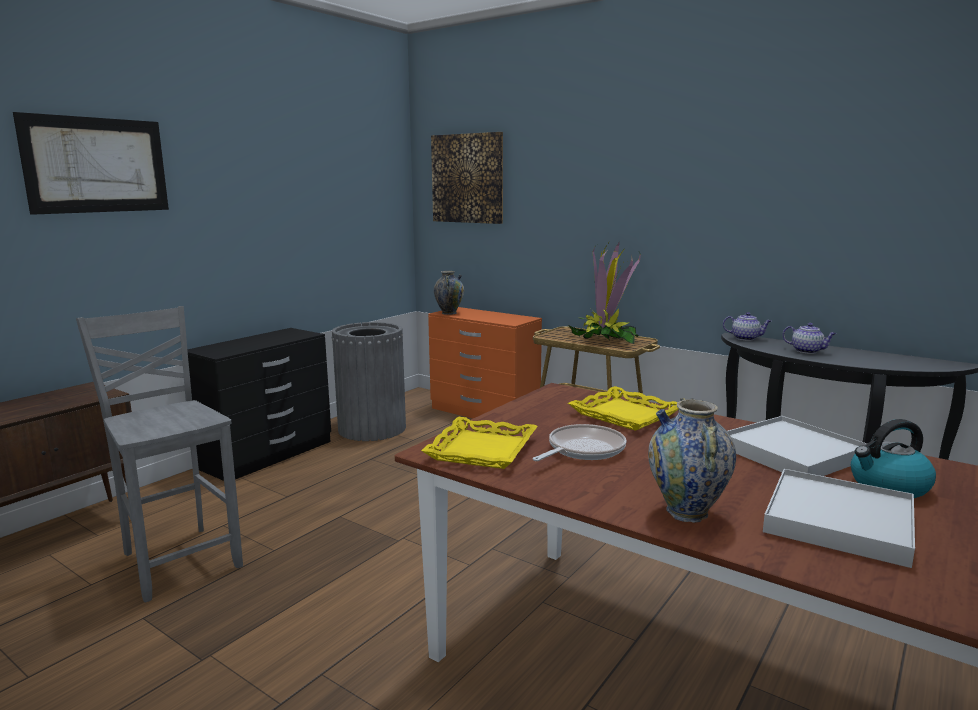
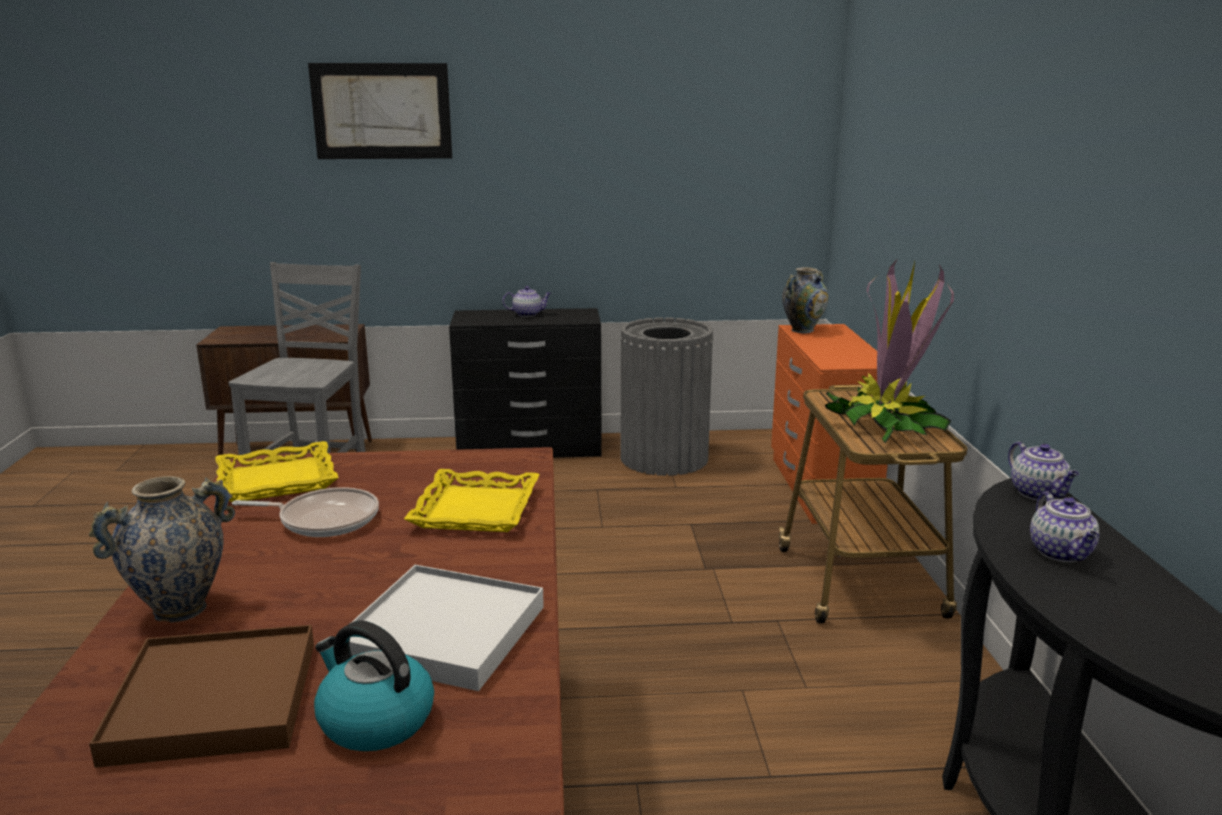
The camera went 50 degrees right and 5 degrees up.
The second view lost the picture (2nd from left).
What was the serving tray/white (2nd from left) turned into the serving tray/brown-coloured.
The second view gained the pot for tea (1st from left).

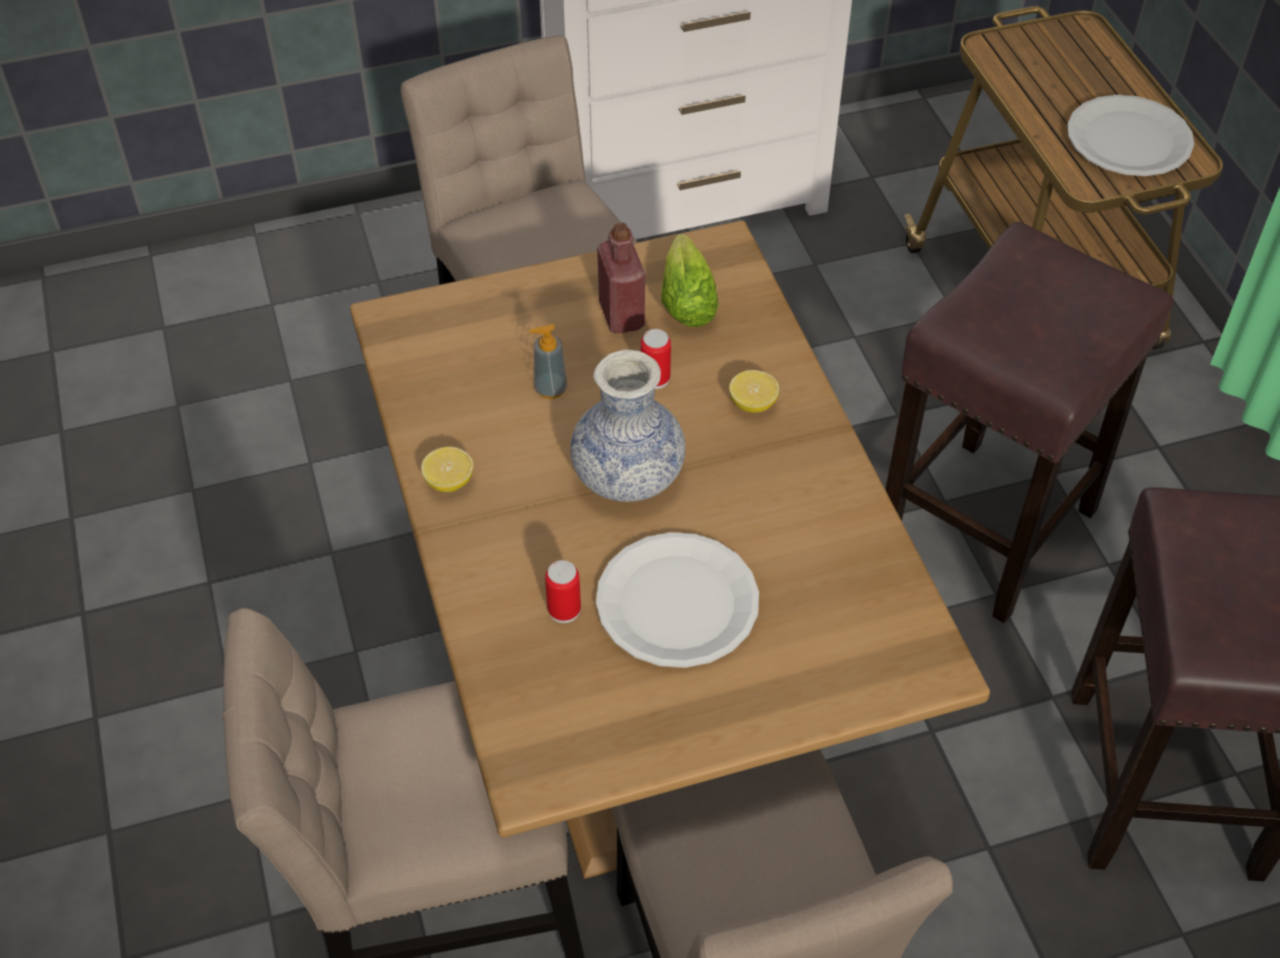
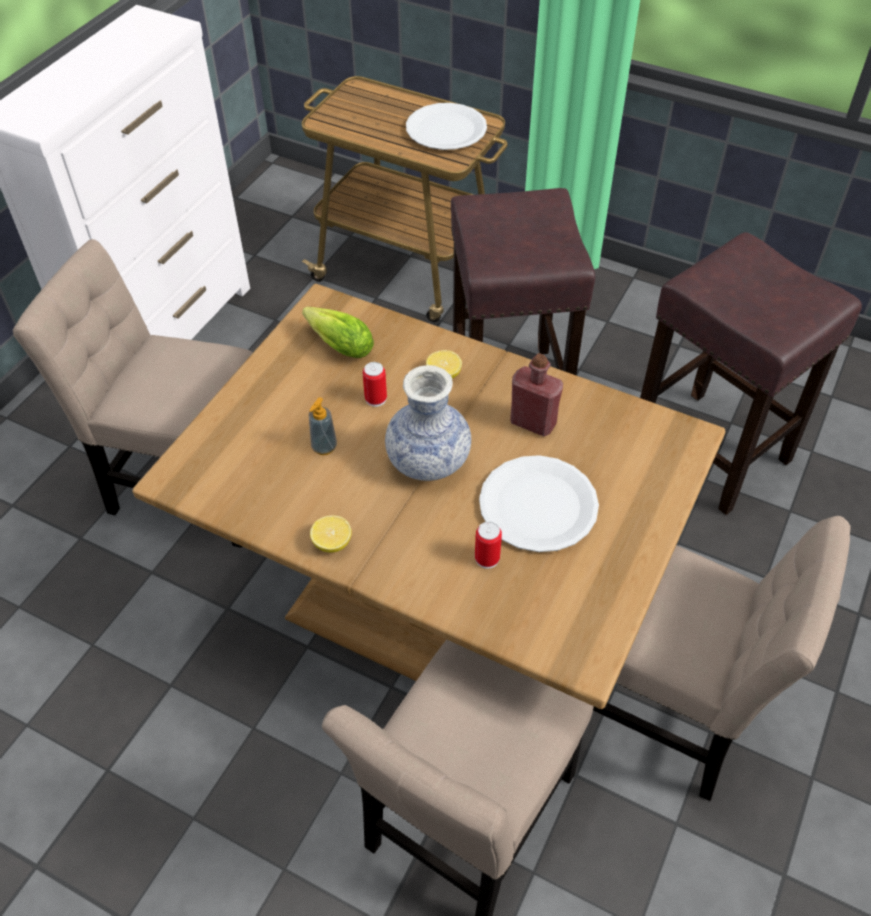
The camera went 45 degrees left and 0 degrees up.
The beverage bottle/reddish ended up elsewhere.

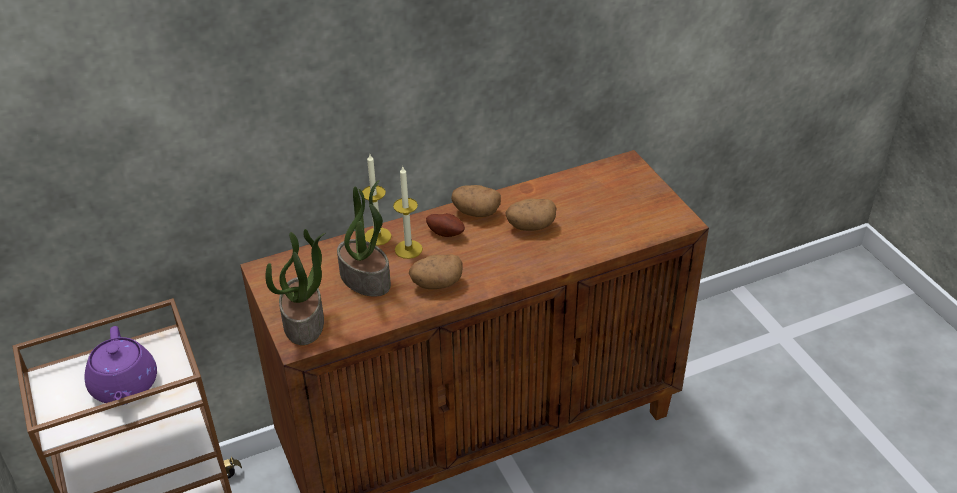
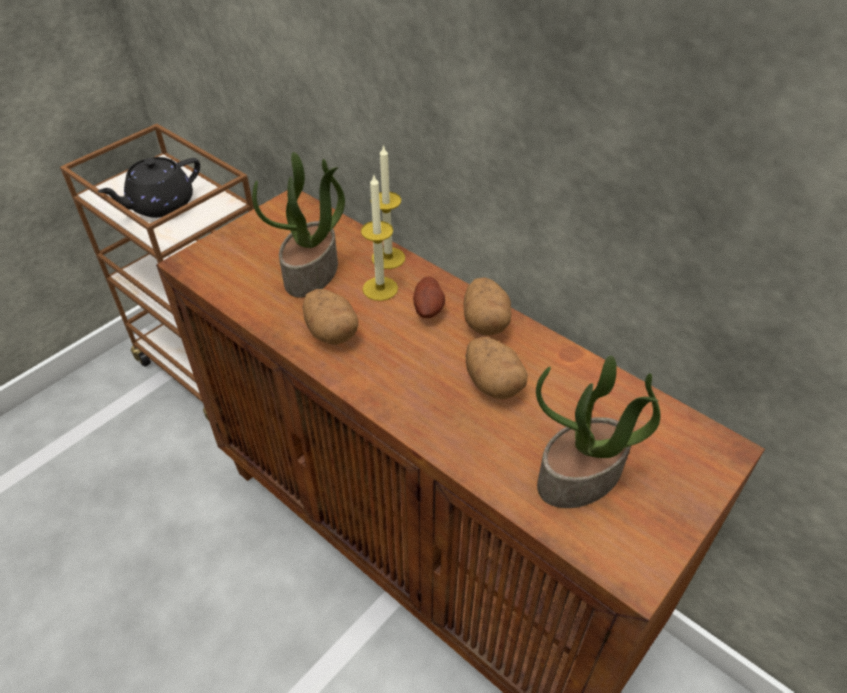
The camera went 65 degrees right and 5 degrees up.
The plant in a pot (1st from left in the first image) ended up elsewhere.
What was the pot for tea/purplish turned into the pot for tea/black-coloured.

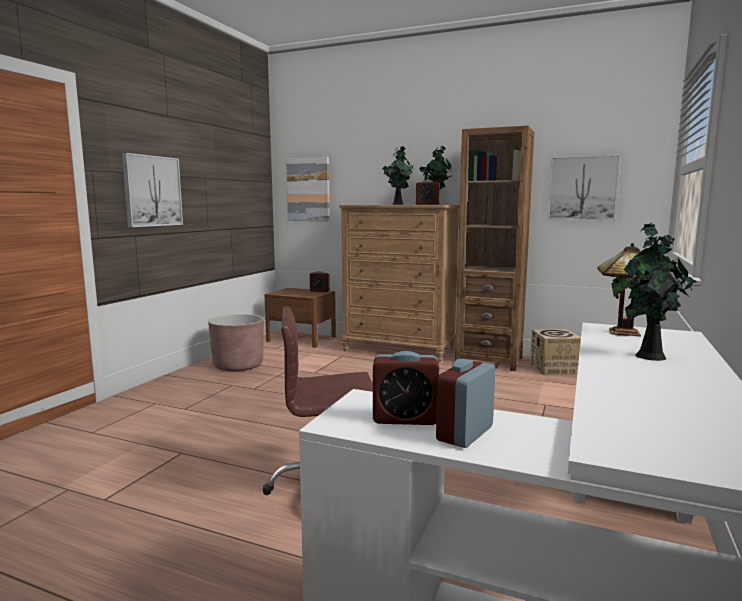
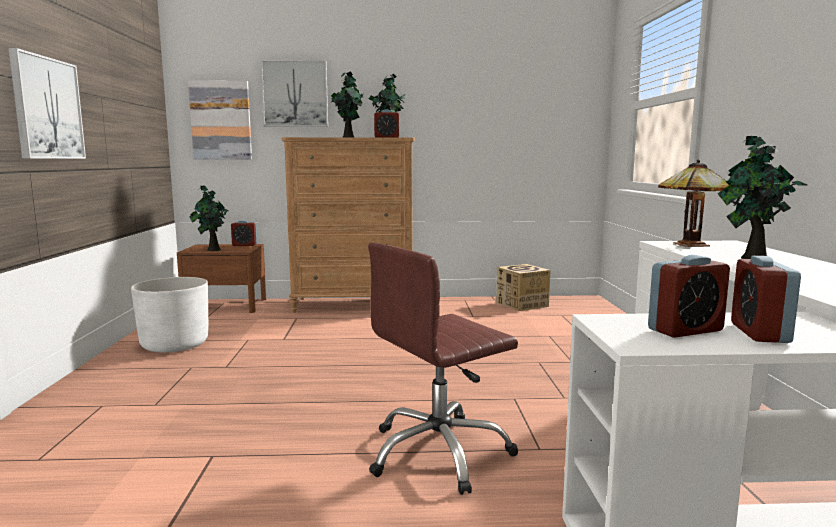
The camera went 25 degrees left and 0 degrees up.
The second view lost the bookshelf/brown-coloured.
The picture (3rd from left) ended up elsewhere.
What was the planter/brown-coloured turned into the planter/white.
The second view gained the plant in a pot (1st from left).

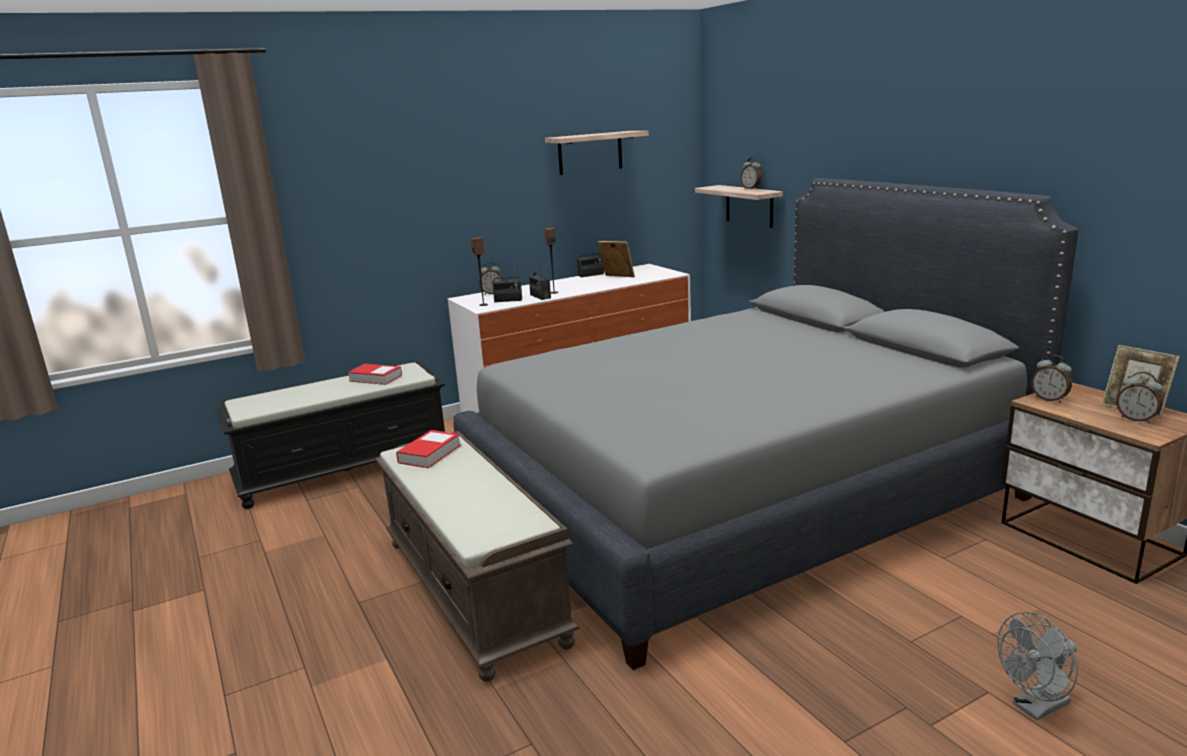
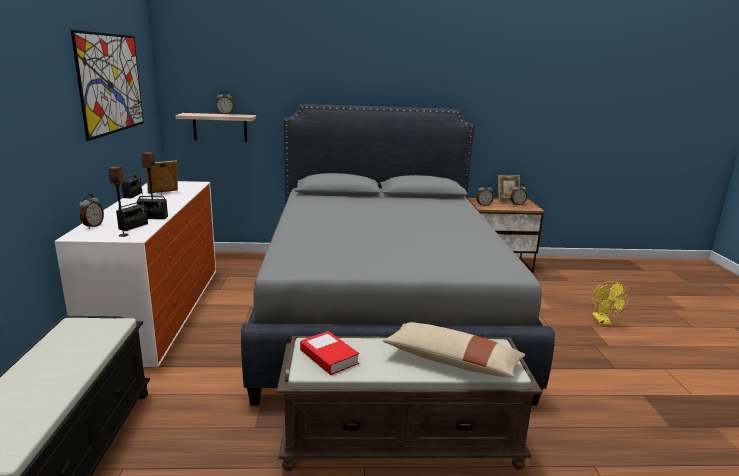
The camera went 65 degrees left and 0 degrees up.
Where the shelf (1st from left) hung, the picture came to hang.
The second view lost the volume (1st from left).
What was the electric fan/greyish turned into the electric fan/yellow-coloured.
The second view gained the pillow/beige.

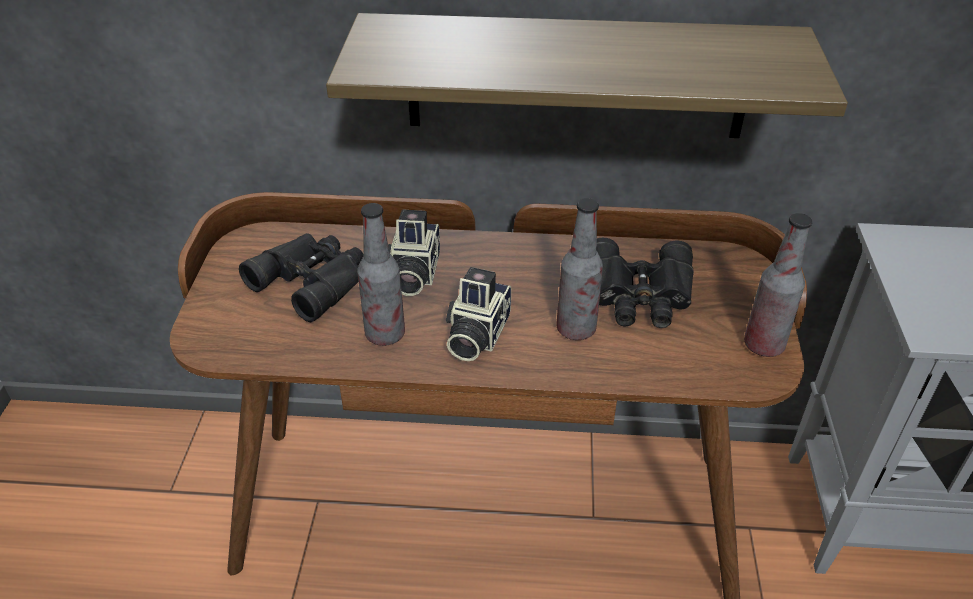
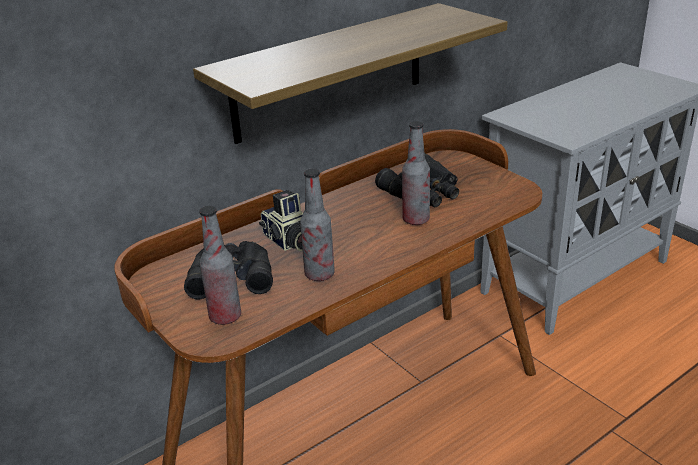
The camera went 40 degrees left and 10 degrees down.
The beverage bottle (3rd from left in the first image) ended up elsewhere.
The second view lost the photo camera (2nd from left).

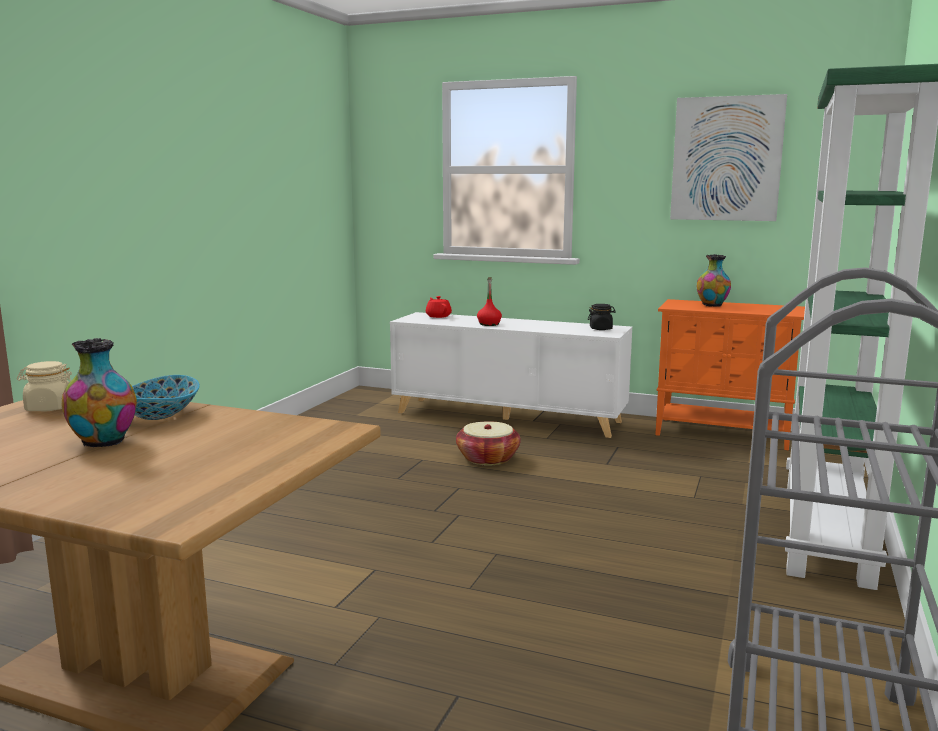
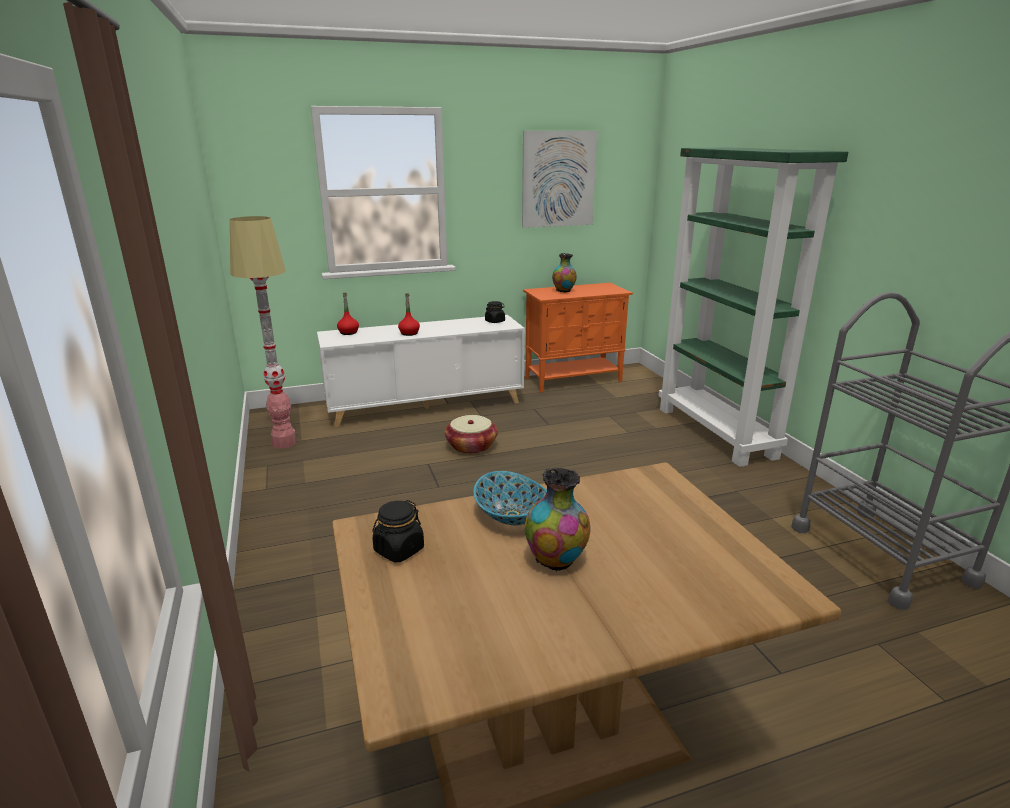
The camera went 40 degrees left and 10 degrees up.
Where the pot for tea/reddish stood, the beverage bottle/reddish (1st from left) came to stand.
What was the jar/beige turned into the jar/black-coloured (1st from left).
The second view gained the floor lamp.

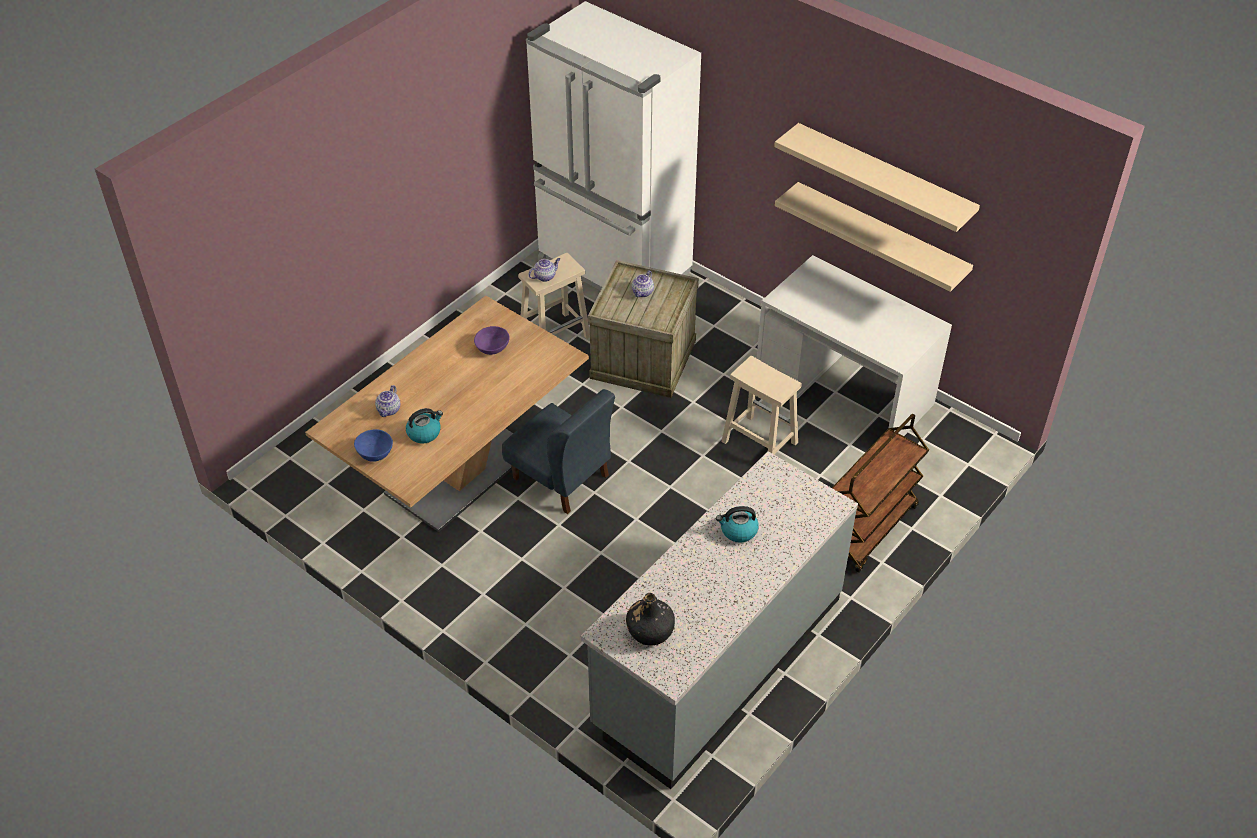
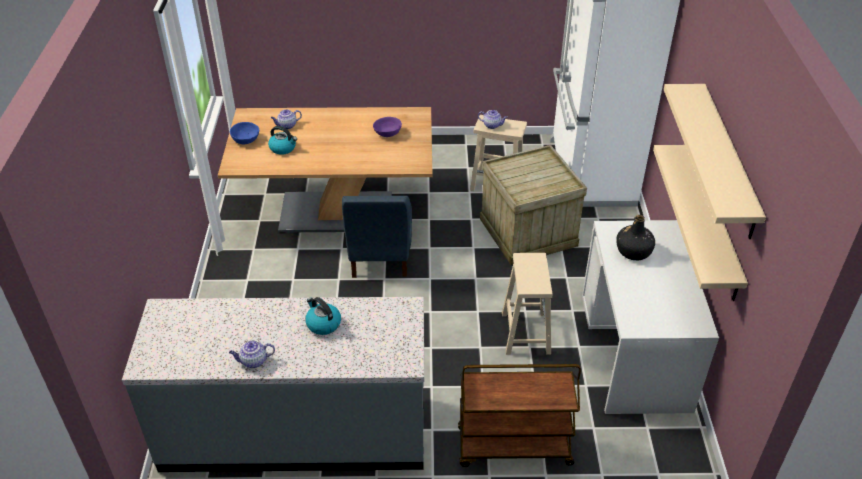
The camera went 50 degrees right and 5 degrees down.
The pot for tea (3rd from left in the first image) ended up elsewhere.
The beverage bottle/black-coloured ended up elsewhere.

